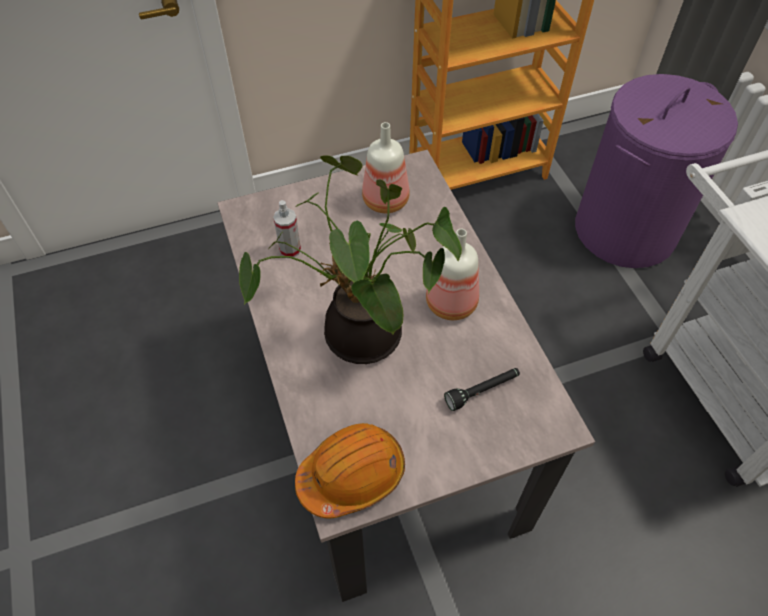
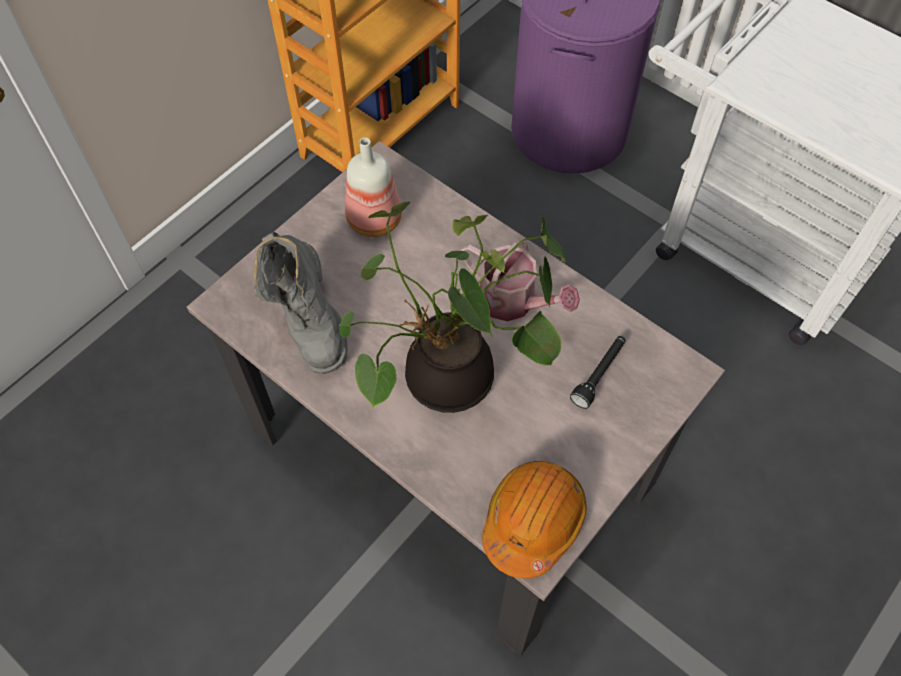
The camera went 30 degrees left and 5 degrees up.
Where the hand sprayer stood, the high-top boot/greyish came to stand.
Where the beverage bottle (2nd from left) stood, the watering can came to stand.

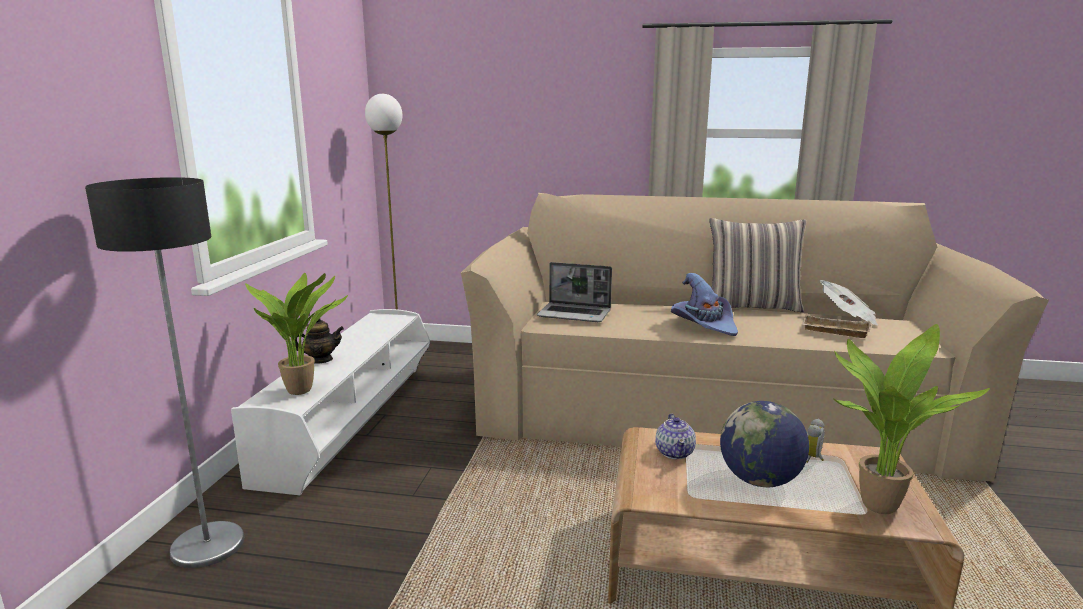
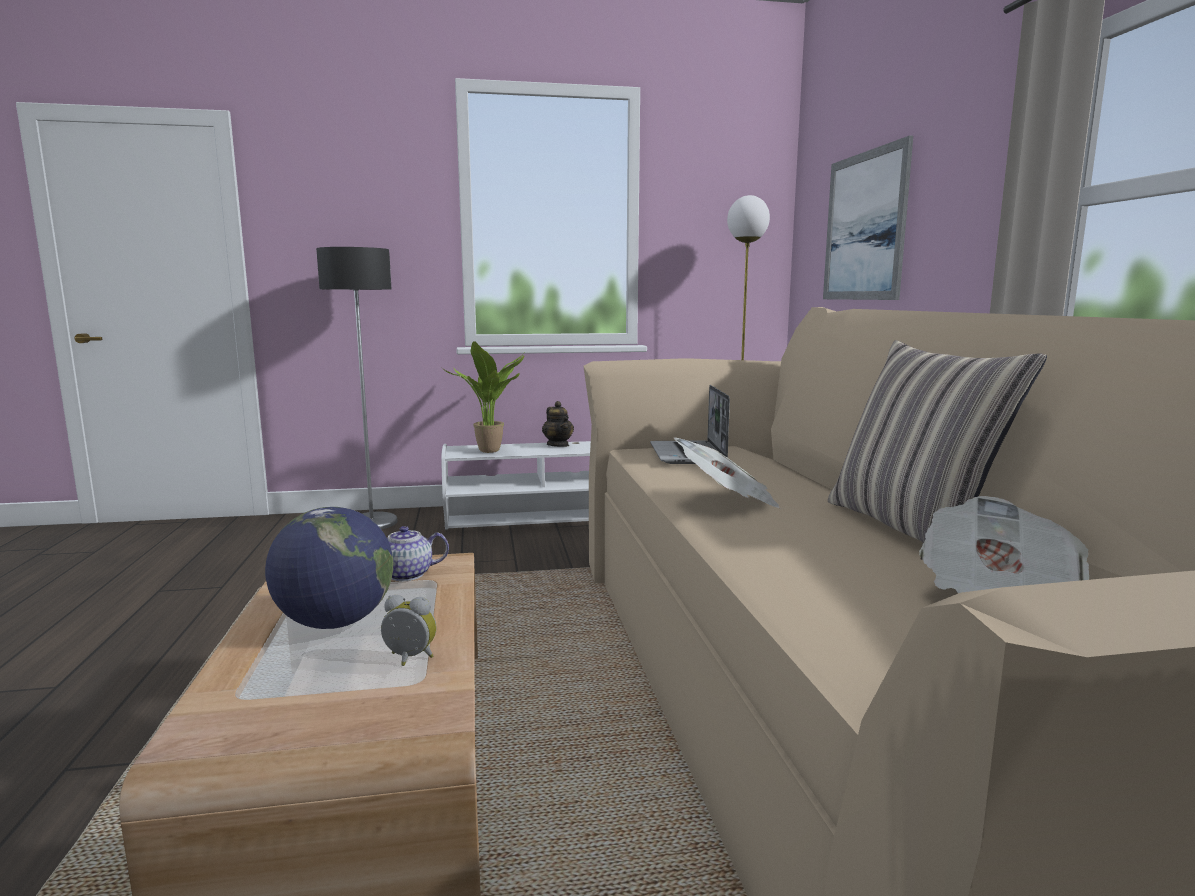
The camera went 70 degrees right and 5 degrees down.
Where the wearable hat/purplish stood, the newspaper (1st from left) came to stand.
The second view lost the serving tray/beige.
The second view lost the plant in a pot (2nd from left).
The second view gained the picture.

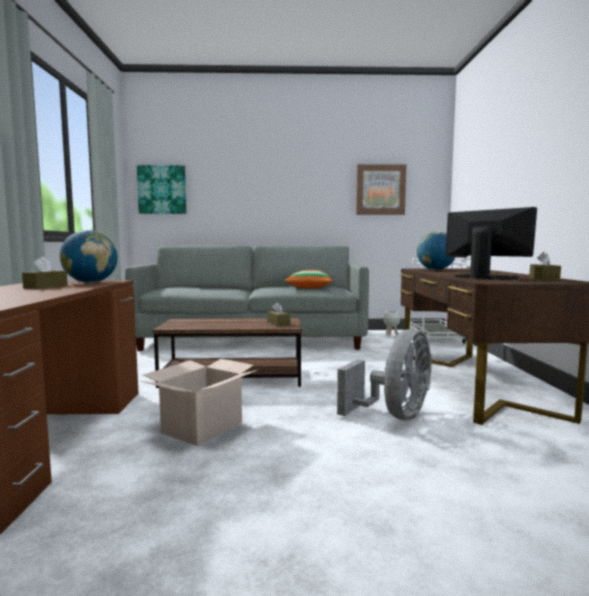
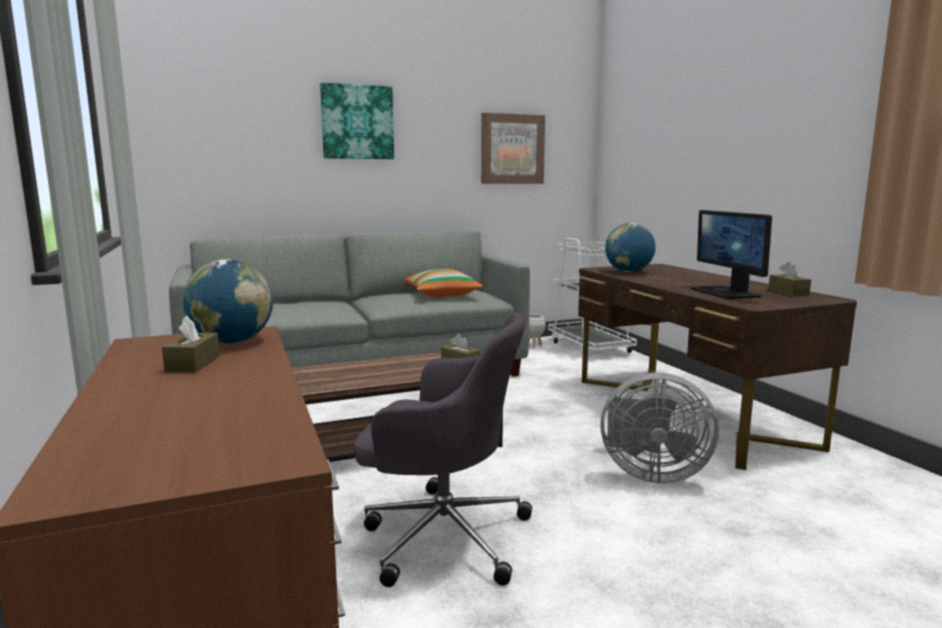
The camera went 20 degrees left and 5 degrees up.
The picture (1st from left) ended up elsewhere.
The computer display ended up facing another way, 135 degrees counterclockwise from before.
The electric fan/greyish ended up facing another way, 90 degrees clockwise from before.
Where the cardboard box stood, the desk chair/greyish came to stand.

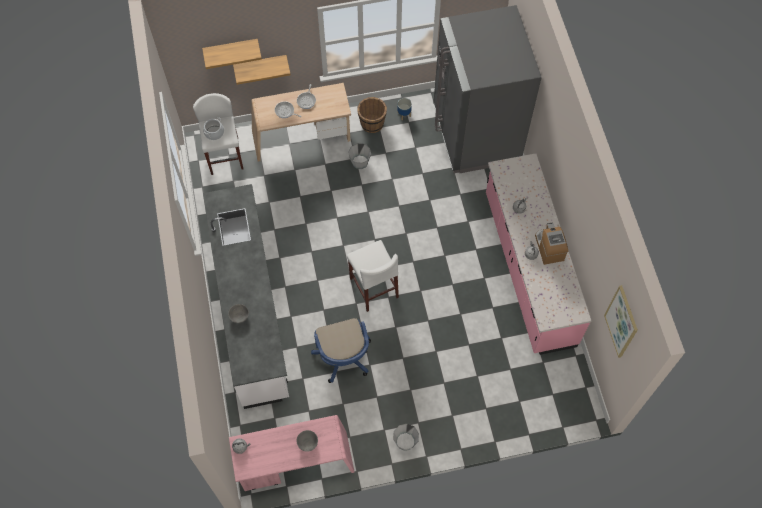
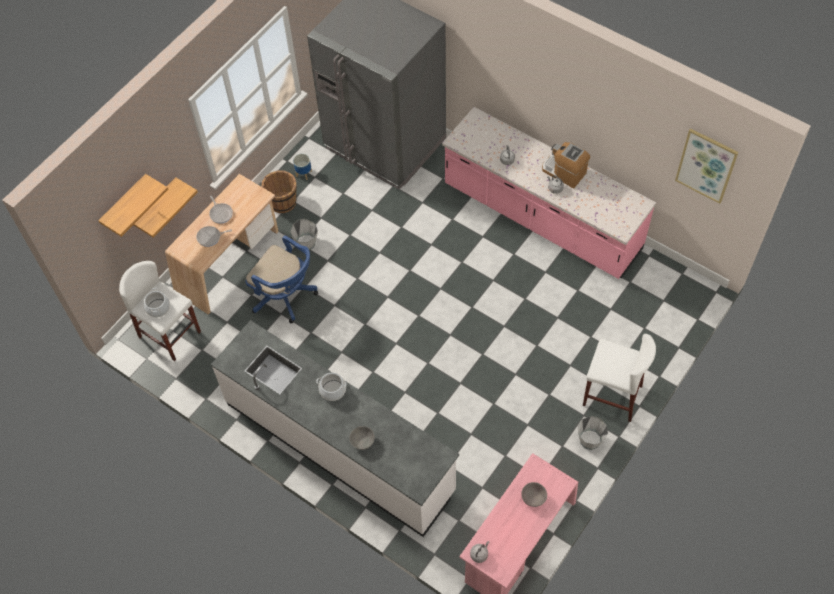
The camera went 40 degrees left and 5 degrees down.
The stool/white (2nd from left) ended up elsewhere.
The desk chair/blue ended up elsewhere.
The second view gained the saucepot (2nd from left).

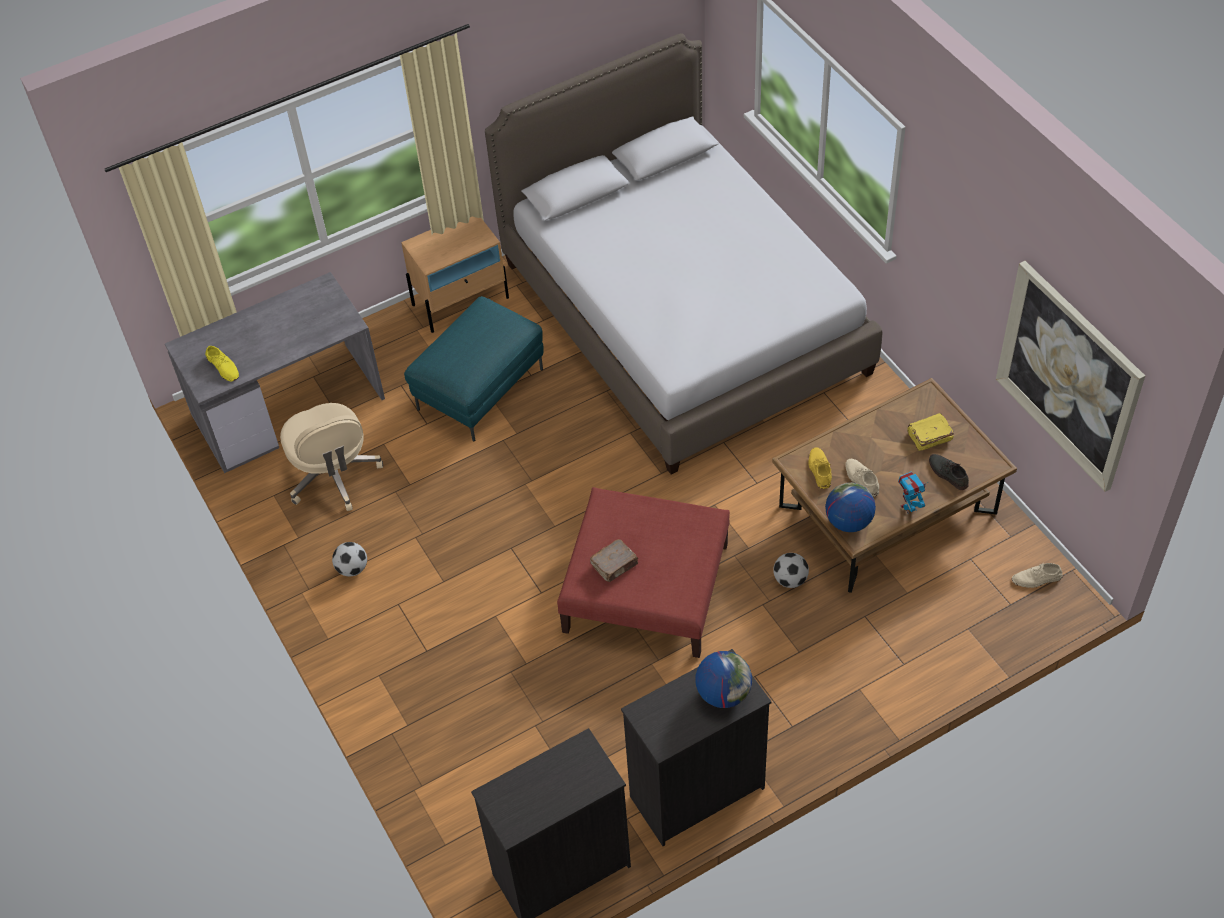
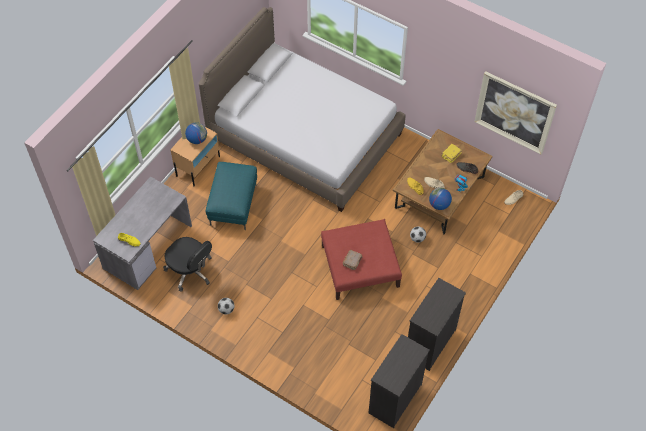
The camera went 30 degrees left and 5 degrees up.
What was the desk chair/beige turned into the desk chair/black-coloured.
The world globe (1st from left) ended up elsewhere.

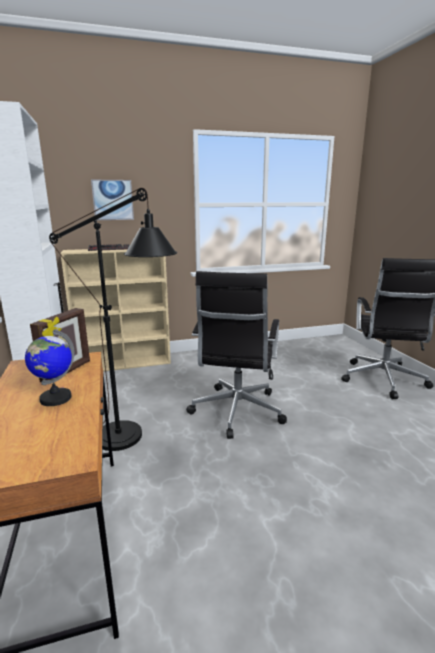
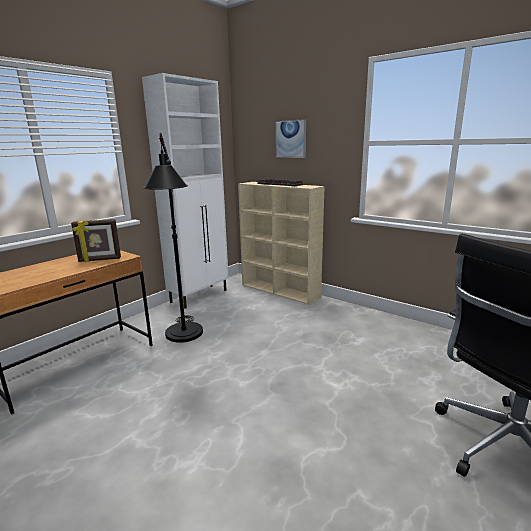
The camera went 55 degrees right and 0 degrees up.
The second view lost the desk chair/black-coloured (1st from left).
The second view lost the world globe.

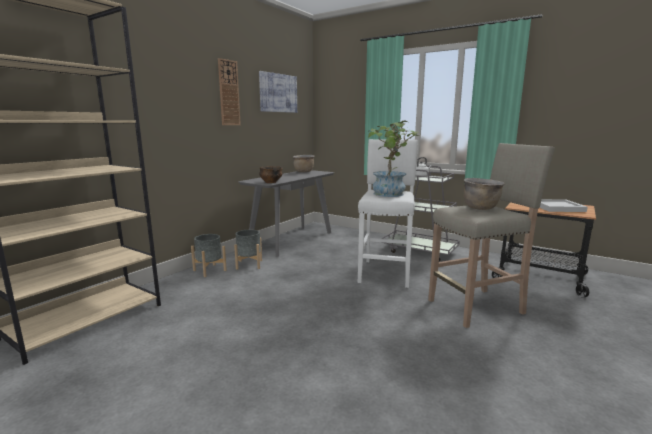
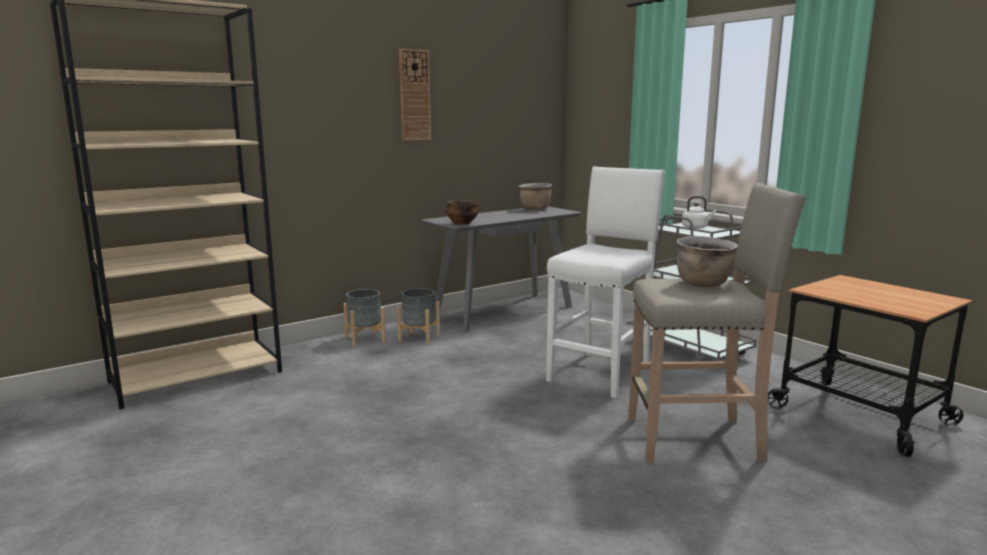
The camera went 20 degrees right and 0 degrees up.
The second view lost the picture.
The second view lost the plant in a pot.
The second view lost the serving tray/white.

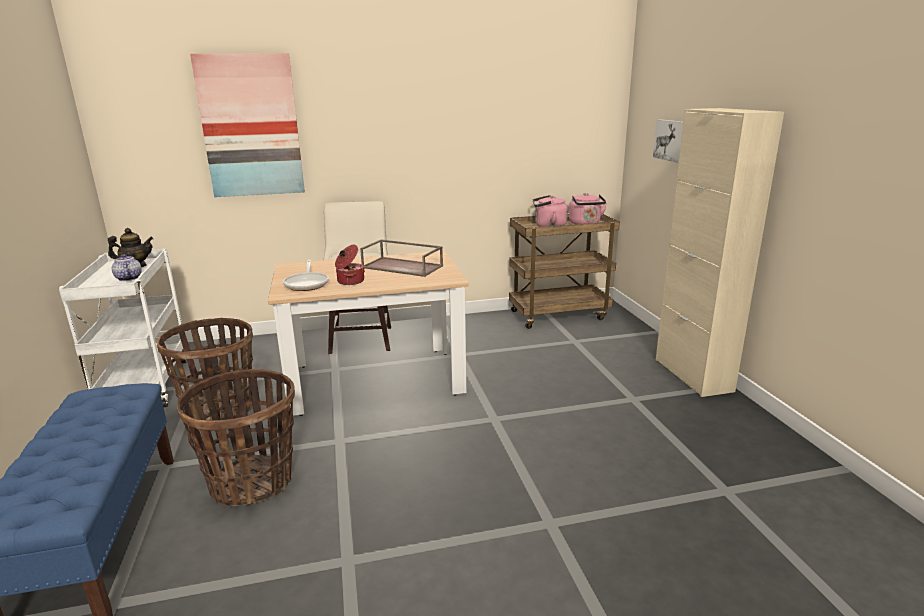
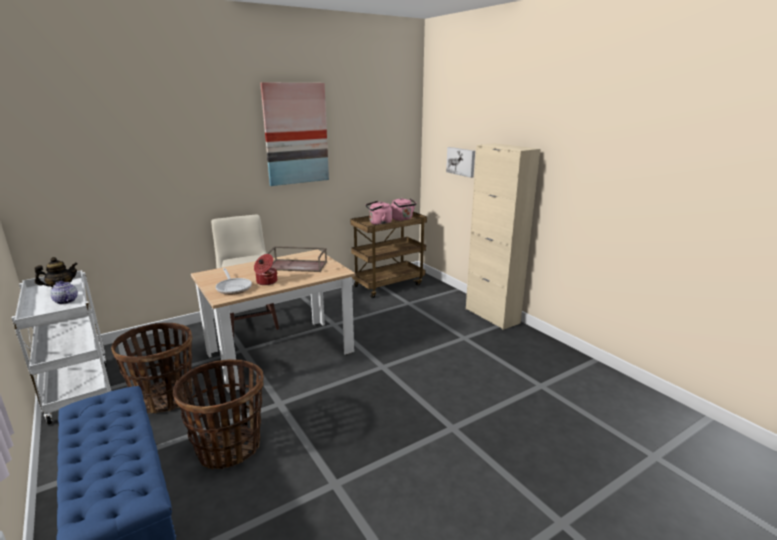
The camera went 20 degrees left and 0 degrees up.
The picture (1st from left) ended up elsewhere.

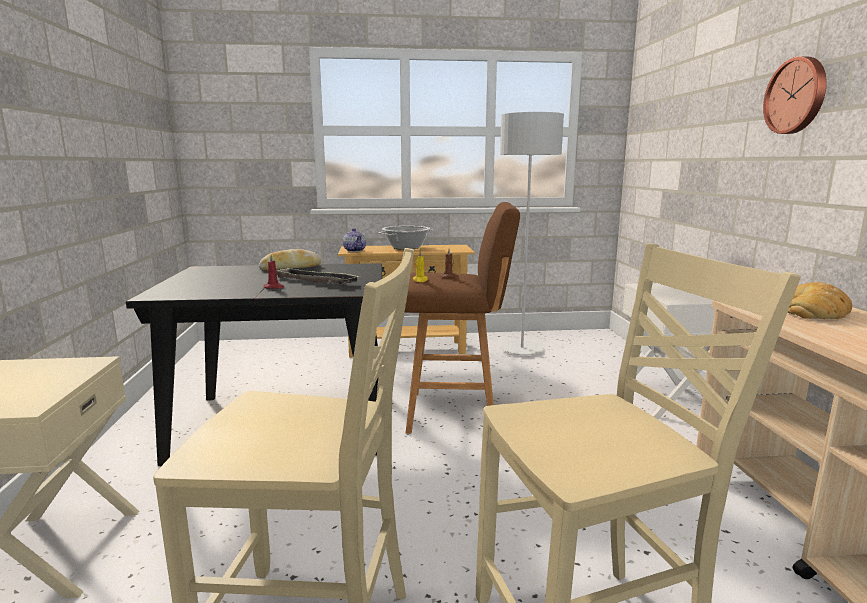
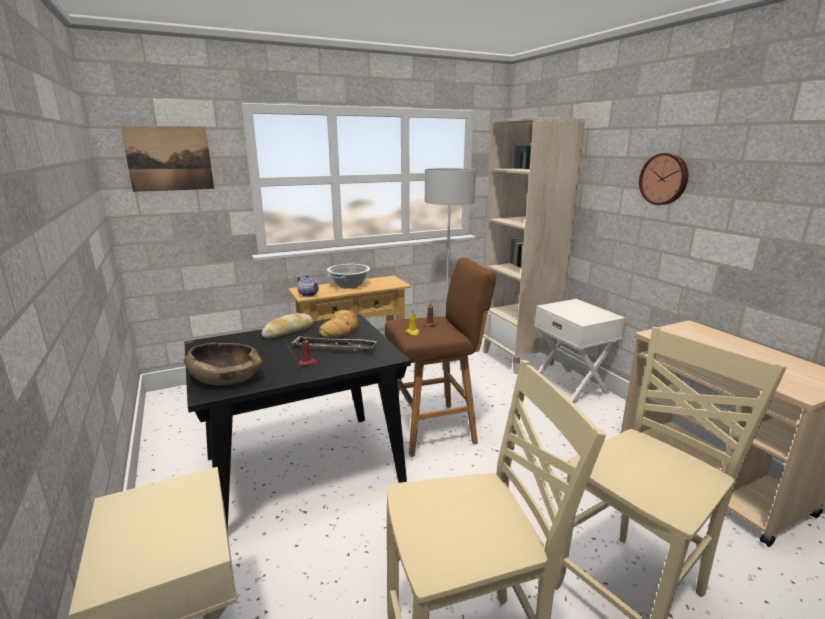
The camera went 20 degrees left and 5 degrees up.
The bread (2nd from left) ended up elsewhere.
The second view gained the bookshelf/beige.
The second view gained the picture.
The second view gained the bowl/brown-coloured.

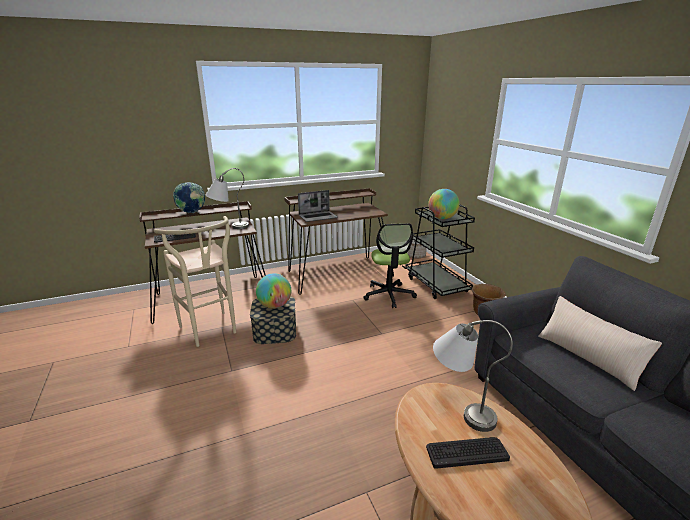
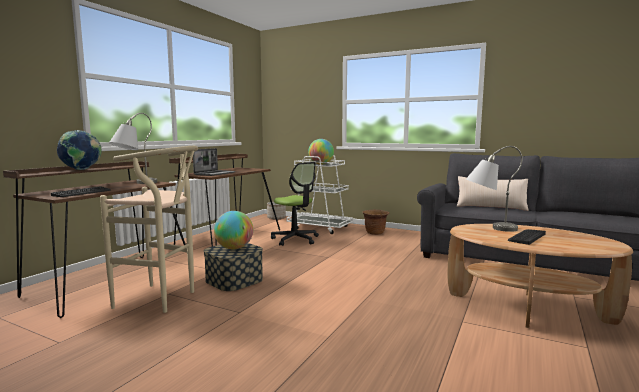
The camera went 40 degrees left and 15 degrees down.
What was the wheeled cart/black-coloured turned into the wheeled cart/white.

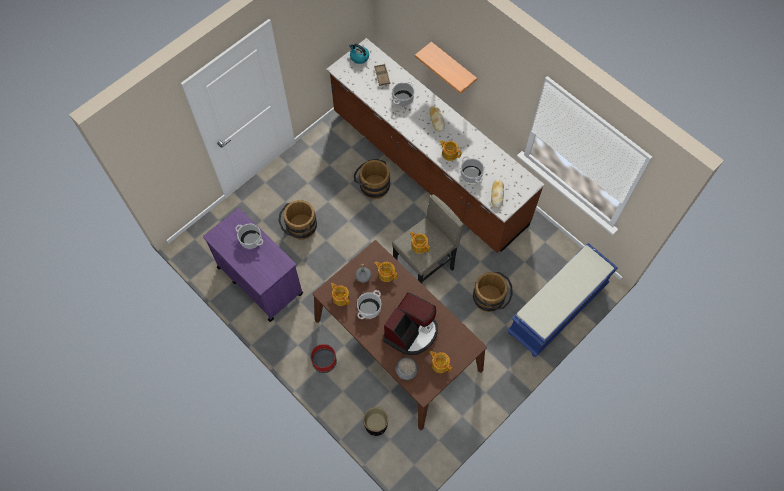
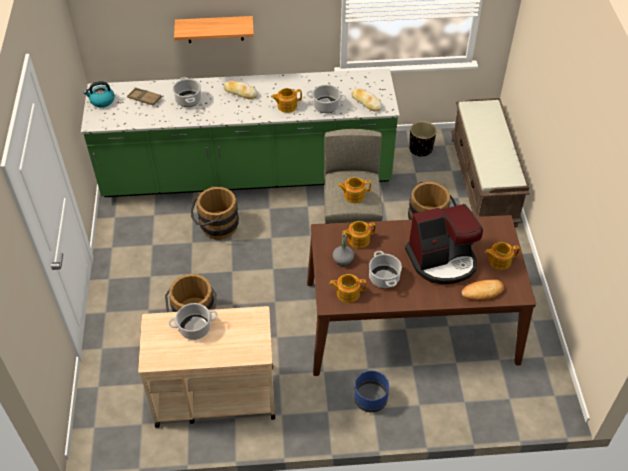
The camera went 50 degrees left and 15 degrees down.
What was the kitchen base unit/brown-coloured turned into the kitchen base unit/green-coloured.
What was the wheeled cart/purplish turned into the wheeled cart/beige.
What was the indoor bench/blue turned into the indoor bench/brown-coloured.
The coffee brewer ended up facing another way, 90 degrees clockwise from before.
What was the planter/reddish turned into the planter/blue.
Where the bowl/greyish stood, the bread (3rd from left) came to stand.
The planter/black-coloured ended up elsewhere.

